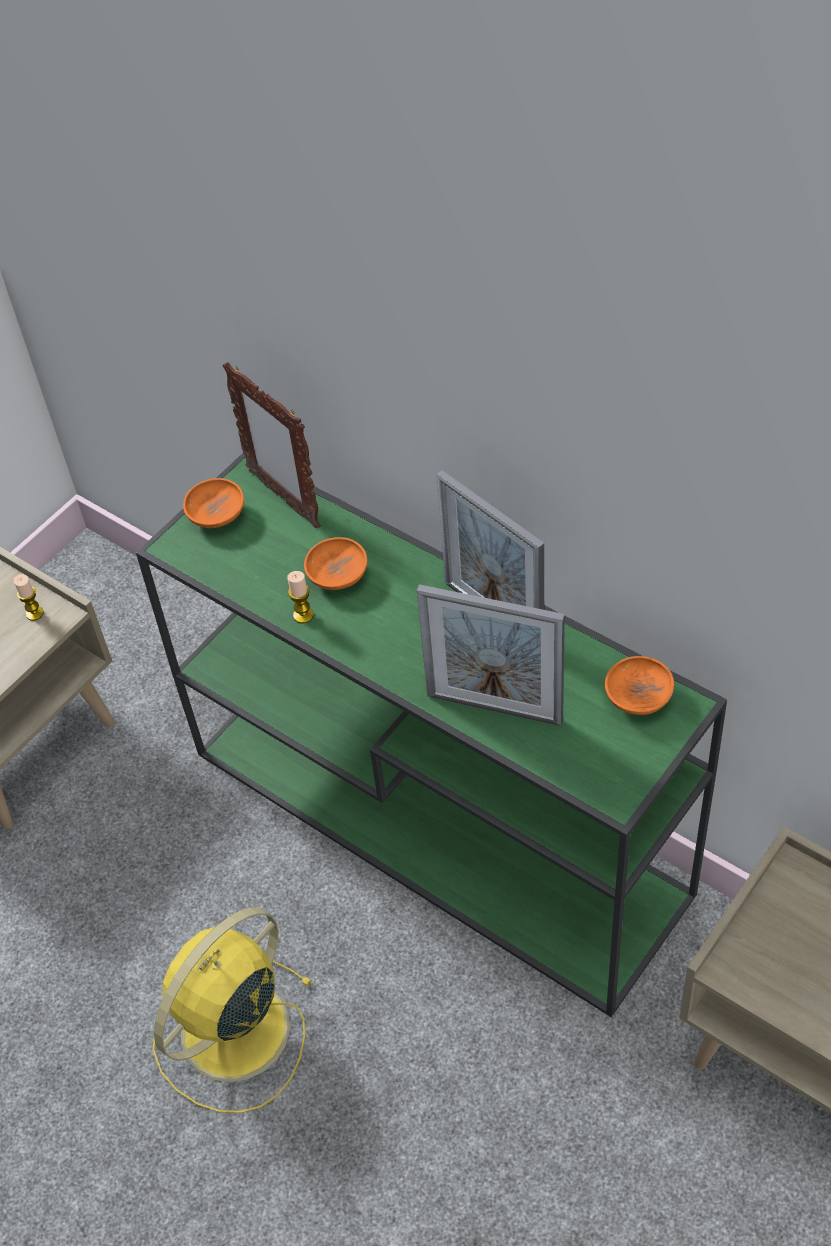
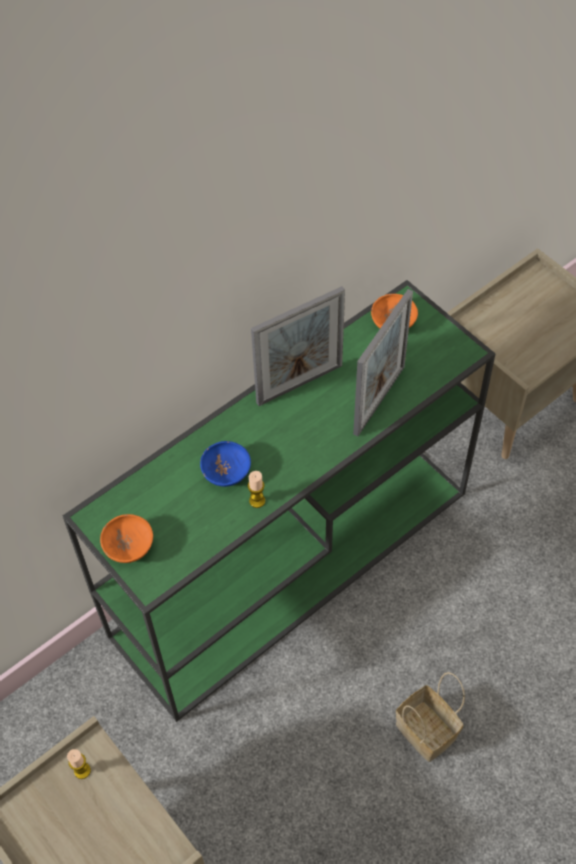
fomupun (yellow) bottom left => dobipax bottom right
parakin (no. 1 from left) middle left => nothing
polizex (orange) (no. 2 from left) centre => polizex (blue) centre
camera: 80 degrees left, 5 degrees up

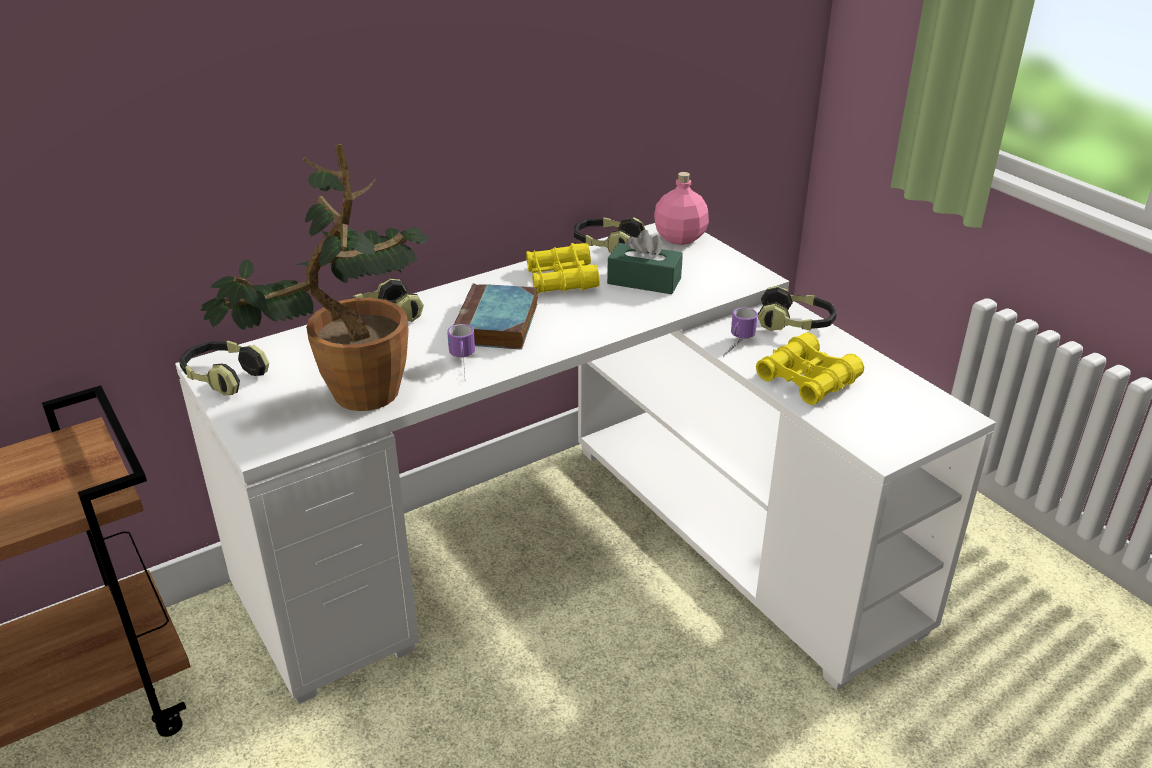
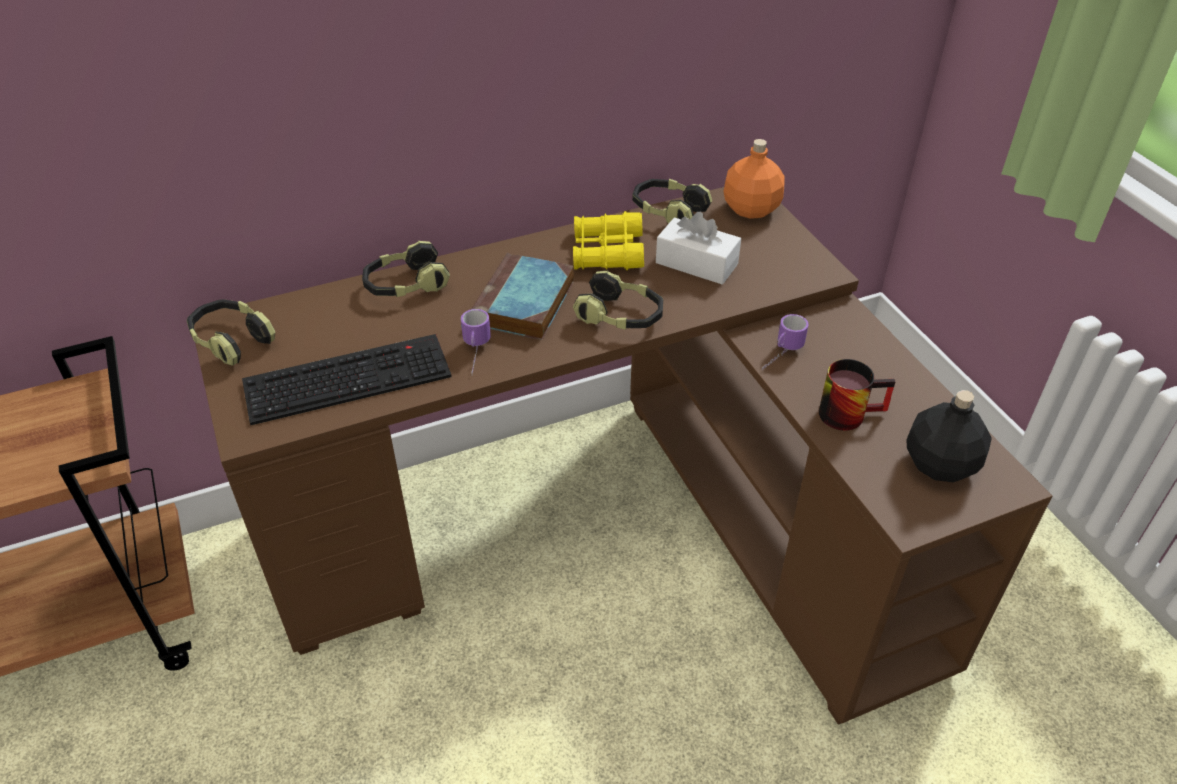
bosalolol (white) centre => bosalolol (brown) centre
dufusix middle left => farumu middle left
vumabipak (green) centre => vumabipak (white) top centre
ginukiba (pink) top centre => ginukiba (orange) top centre
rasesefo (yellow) (no. 2 from left) middle right => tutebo (no. 3 from left) middle right
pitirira (no. 4 from left in the first image) middle right => pitirira (no. 3 from left) centre, relocated
nothing => ginukiba (black) middle right
camera: 10 degrees right, 10 degrees up

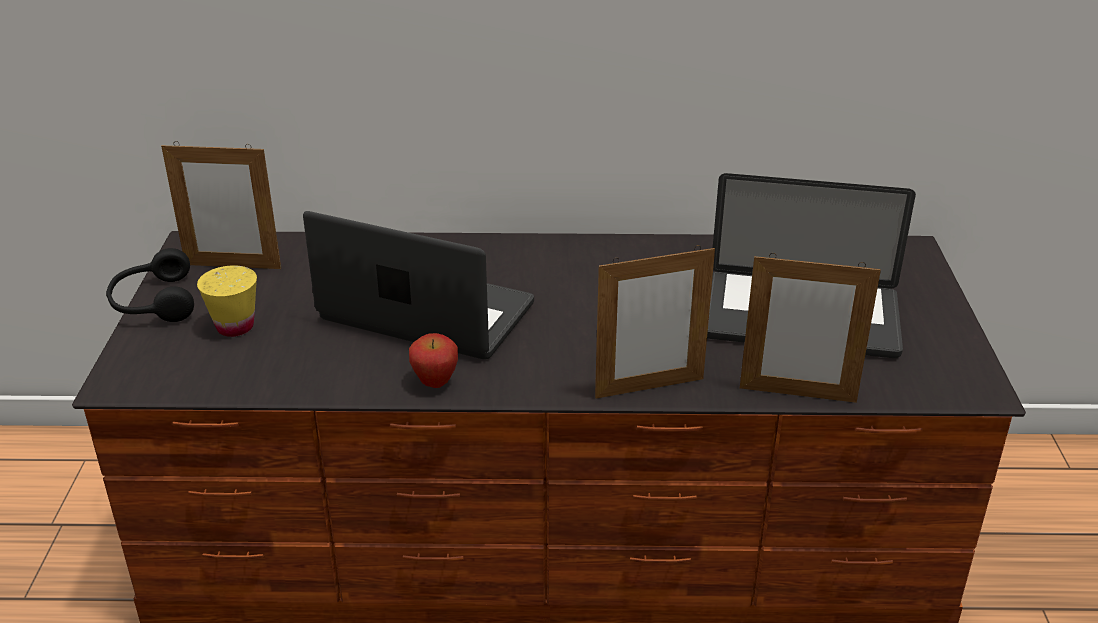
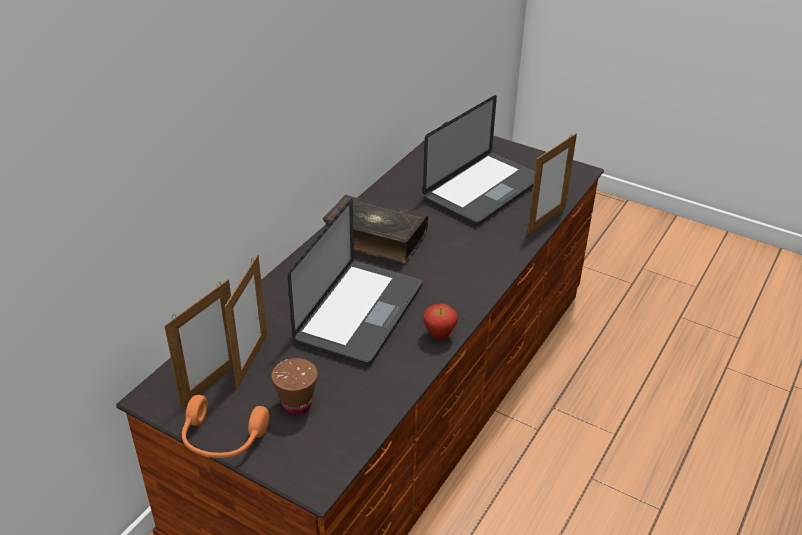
pitirira (black) middle left => pitirira (orange) bottom left
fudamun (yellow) middle left => fudamun (brown) bottom centre
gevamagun (no. 1 from left) centre, 150 degrees clockwise
parakin (no. 2 from left) centre => parakin (no. 2 from left) middle left, relocated
nothing => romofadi centre
camera: 60 degrees left, 5 degrees up

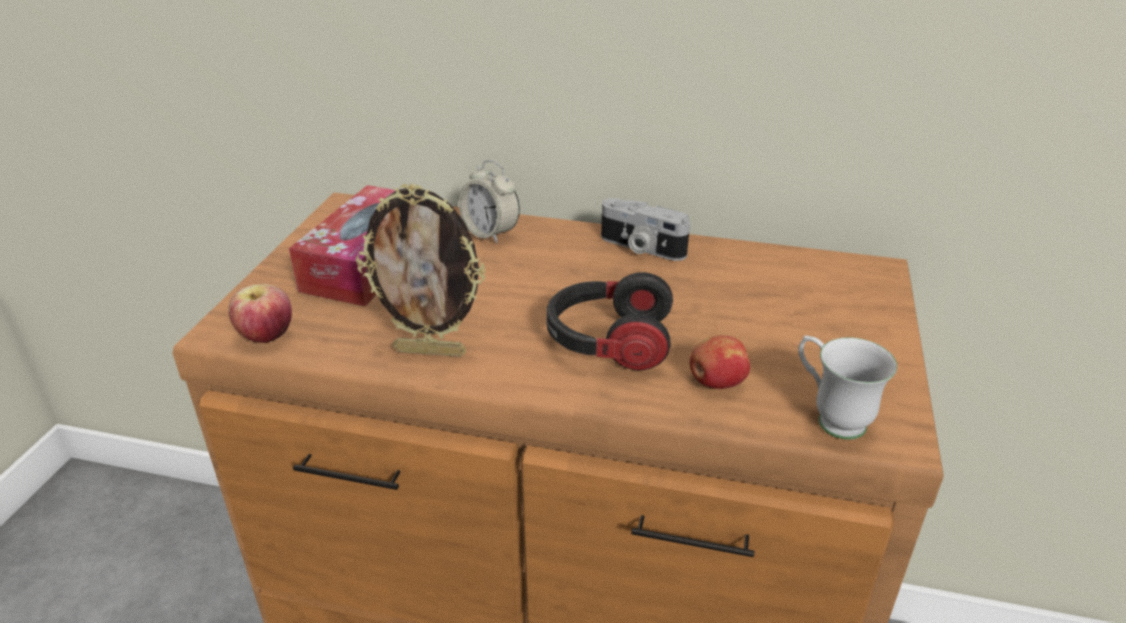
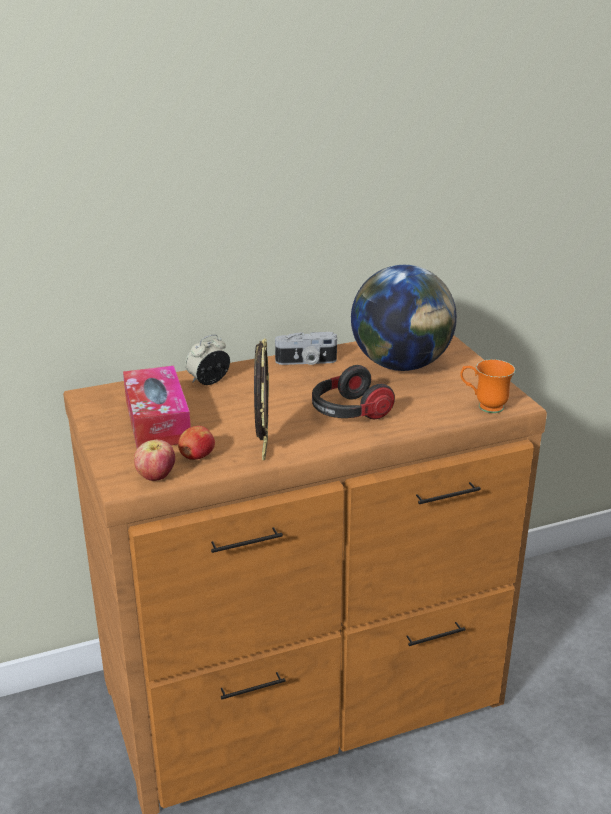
parakin centre, 60 degrees counterclockwise
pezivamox top centre => pezivamox centre, 135 degrees clockwise
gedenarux (no. 2 from left) centre => gedenarux (no. 2 from left) middle left, relocated
tutebo (white) middle right => tutebo (orange) middle right
nothing => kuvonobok centre
camera: 35 degrees left, 5 degrees down

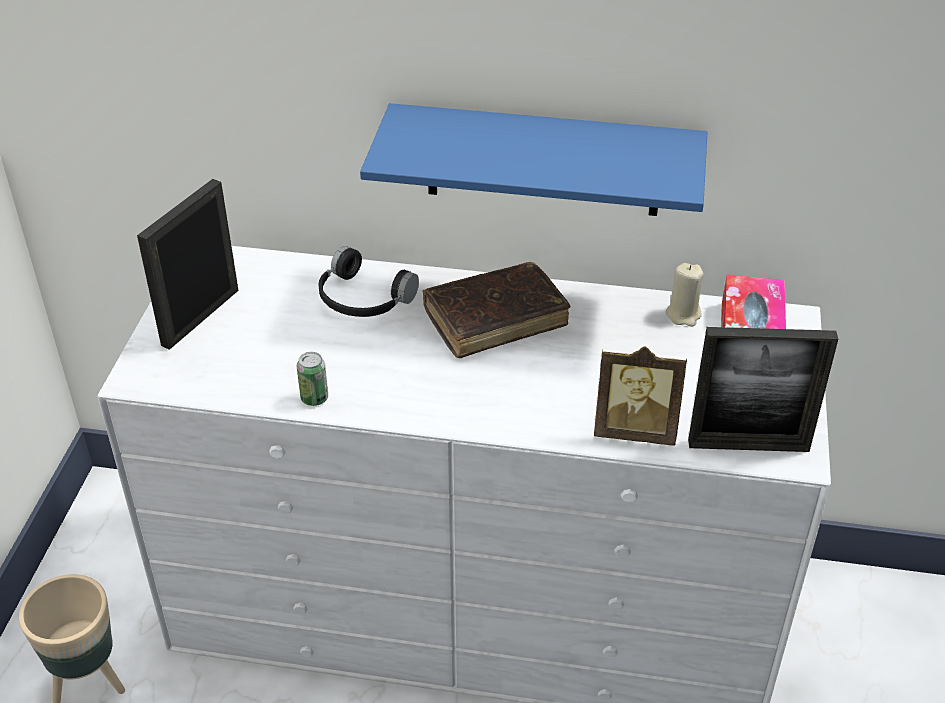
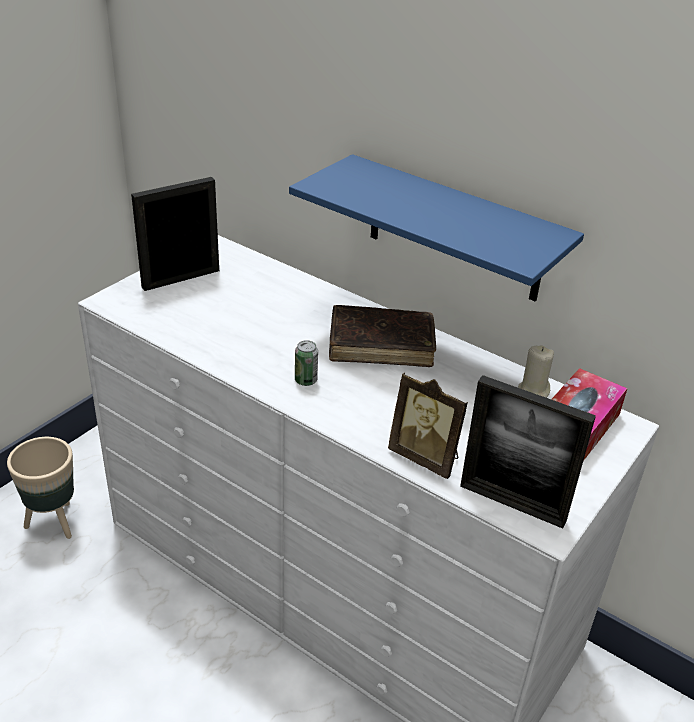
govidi middle left => govidi centre, relocated
pitirira (black) centre => nothing
camera: 25 degrees right, 5 degrees down

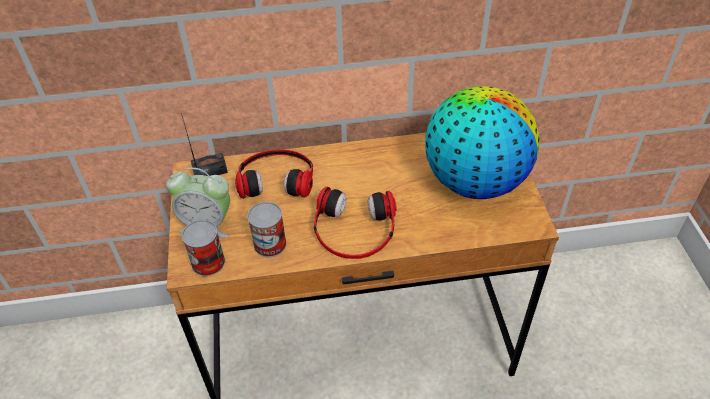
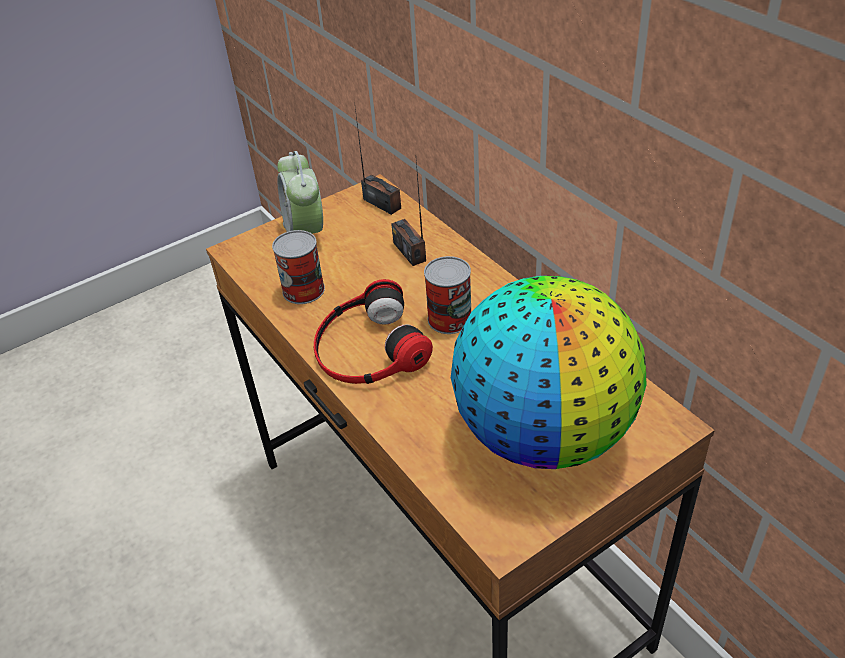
govidi (no. 1 from left in the first image) middle left => govidi (no. 2 from left) centre, relocated
pitirira (no. 1 from left) centre => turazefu (no. 2 from left) top centre
camera: 65 degrees right, 5 degrees down

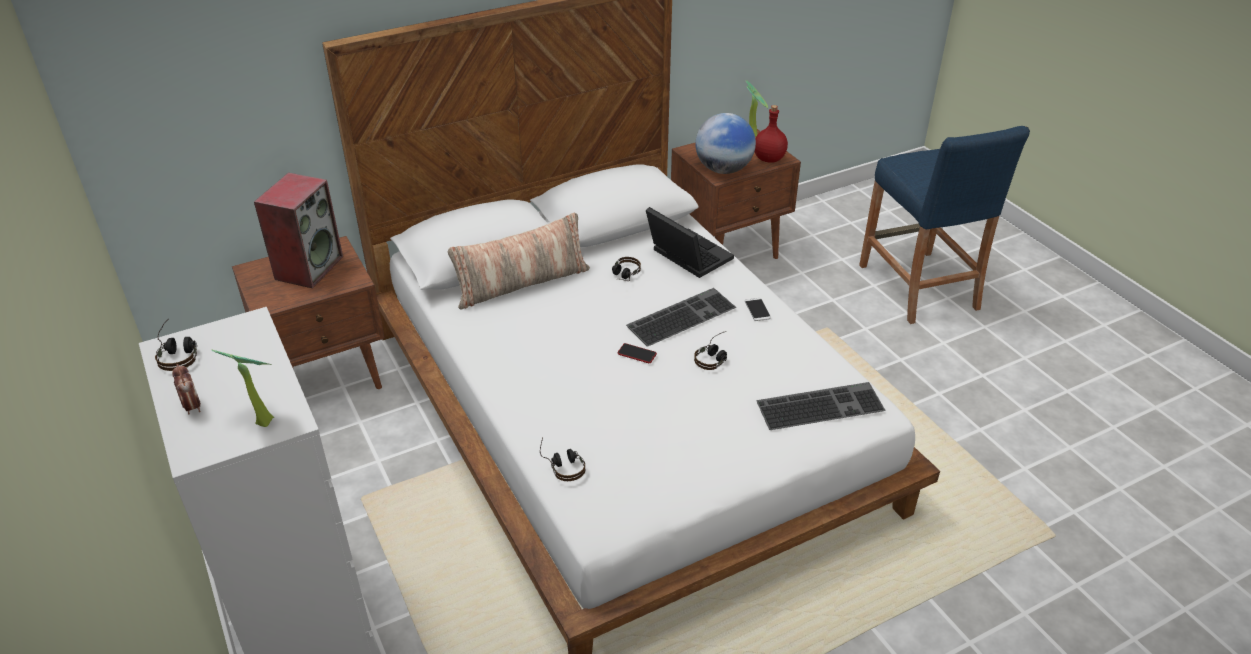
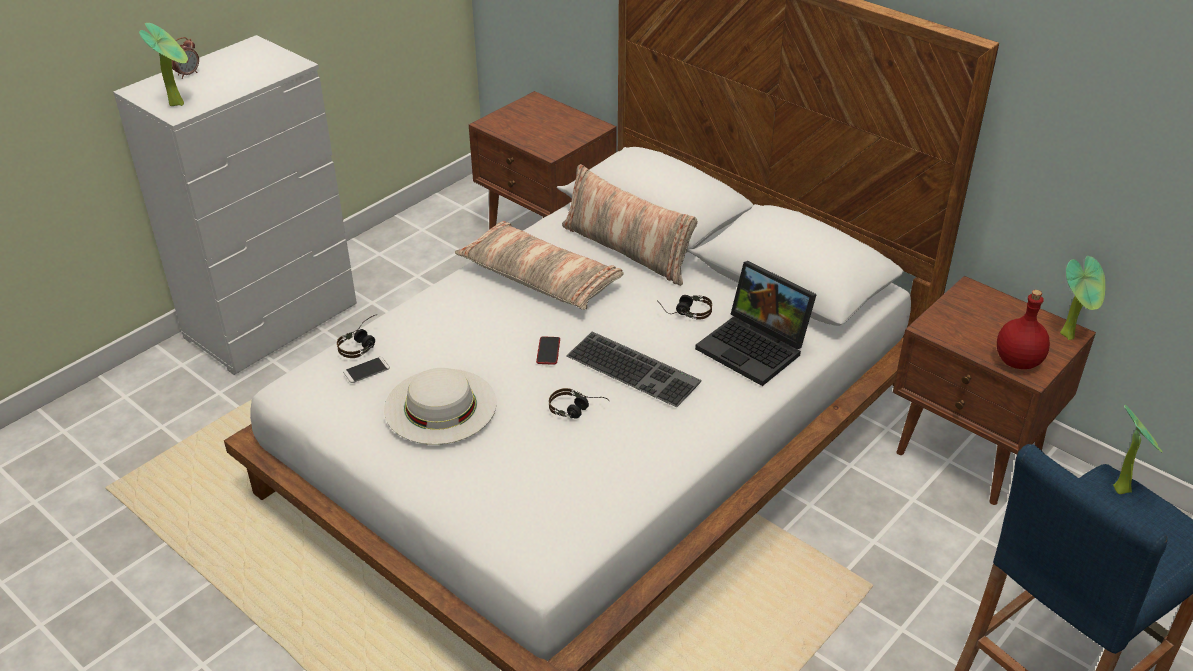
pitirira (no. 1 from left) middle left => nothing
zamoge middle left => nothing
gevamagun centre, 105 degrees clockwise
kuvonobok top centre => nothing
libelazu (no. 2 from left in the first image) centre => libelazu (no. 1 from left) middle left, relocated
farumu (no. 2 from left) centre => nothing
nothing => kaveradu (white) centre
nothing => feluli (no. 1 from left) centre
nothing => dufusix (no. 3 from left) bottom right
camera: 70 degrees right, 0 degrees up

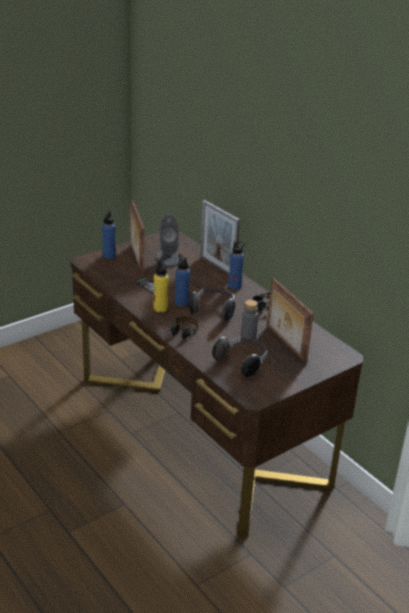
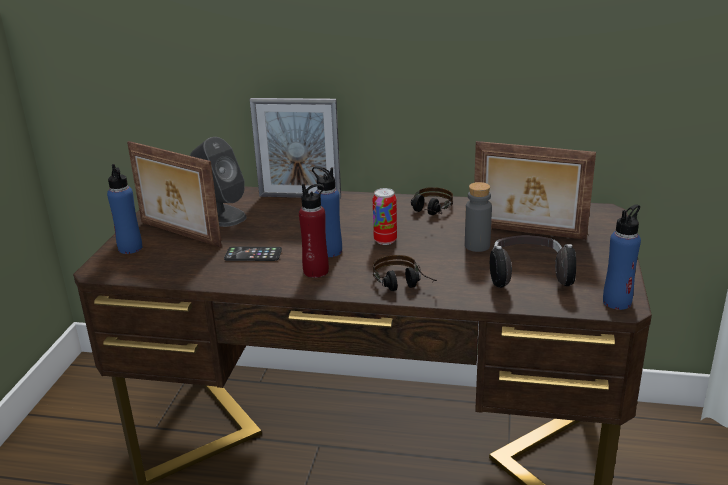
ginukiba (yellow) centre => ginukiba (red) centre
pitirira (no. 2 from left) centre => govidi centre
ginukiba (blue) (no. 3 from left) centre => ginukiba (blue) (no. 3 from left) middle right, relocated
camera: 40 degrees left, 5 degrees down

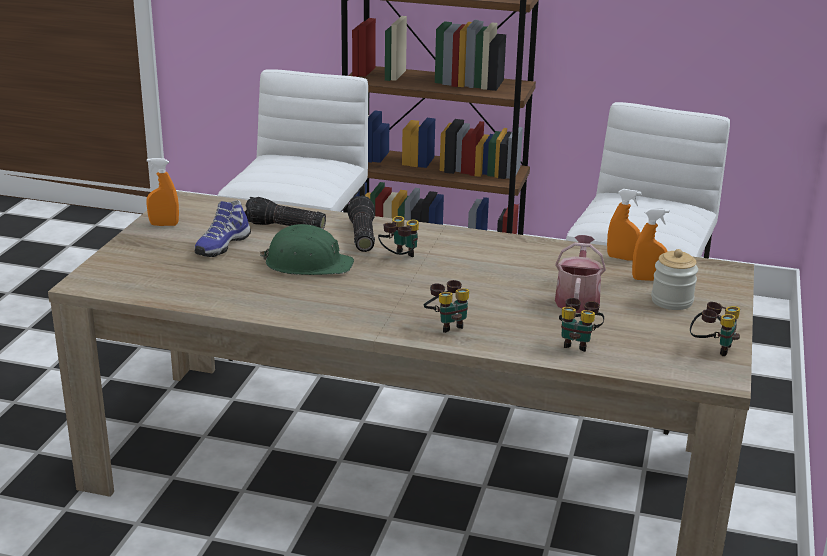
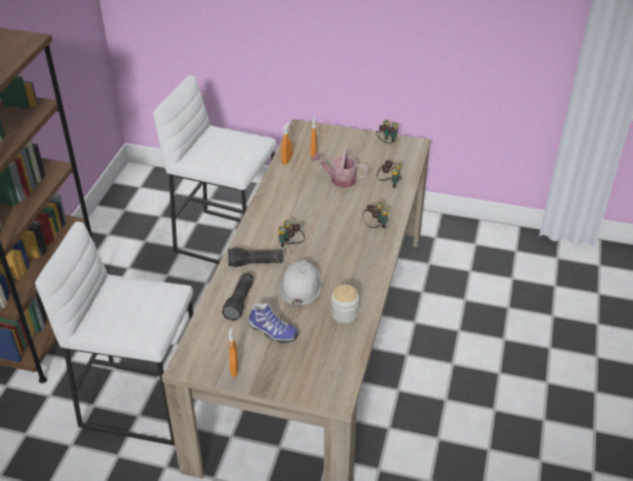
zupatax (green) centre => zupatax (white) centre
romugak middle right => romugak centre, relocated
camera: 90 degrees left, 15 degrees up

